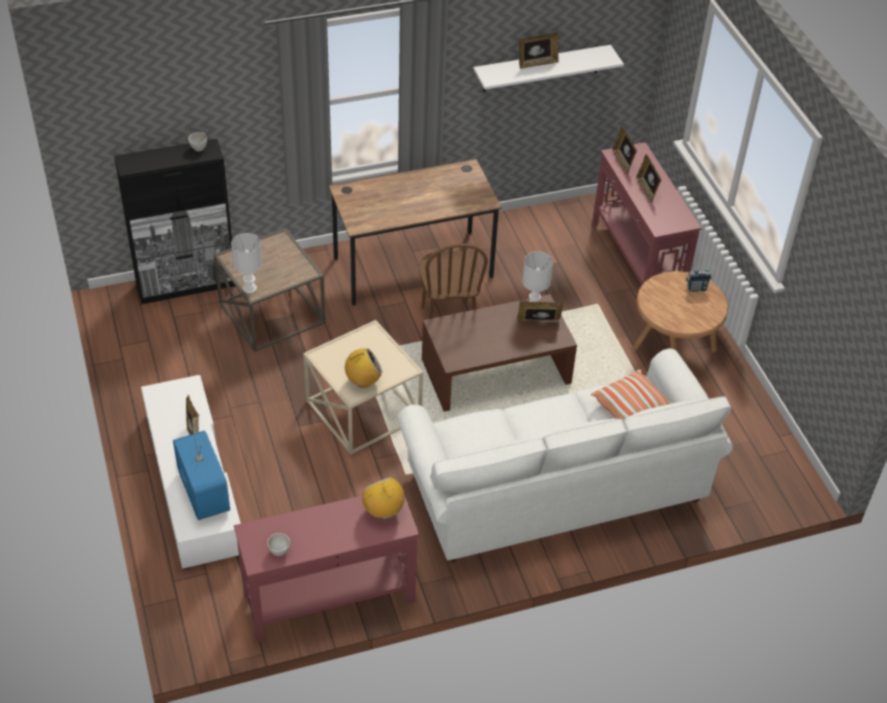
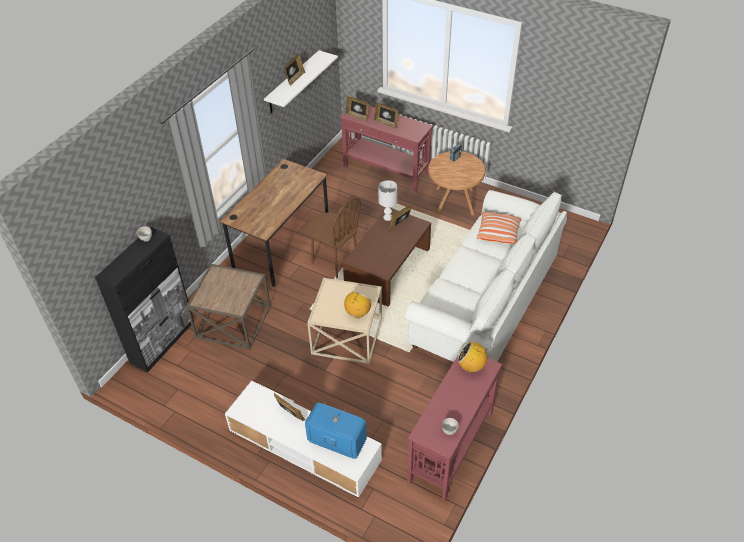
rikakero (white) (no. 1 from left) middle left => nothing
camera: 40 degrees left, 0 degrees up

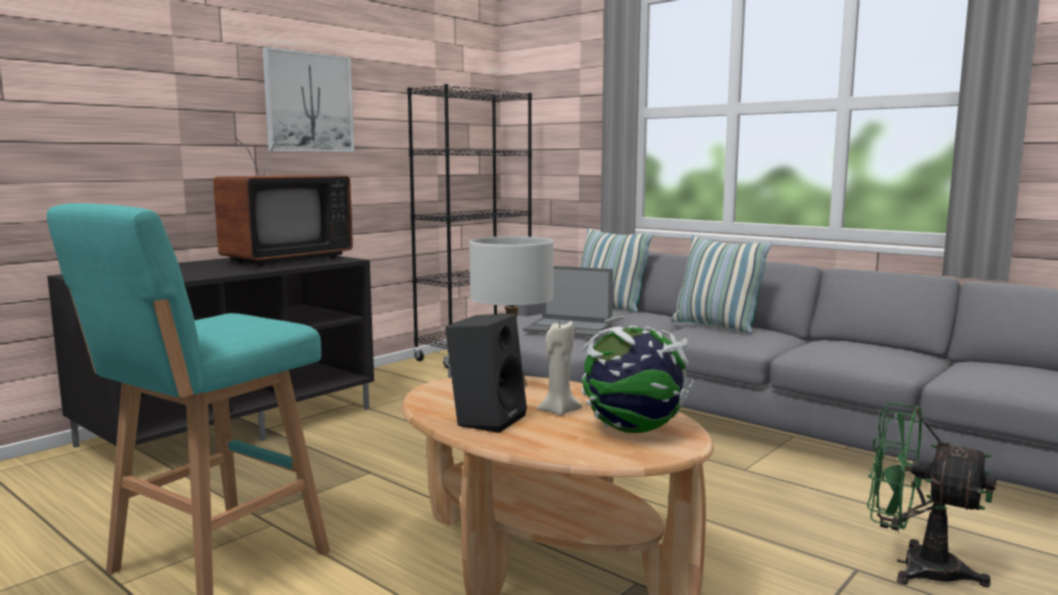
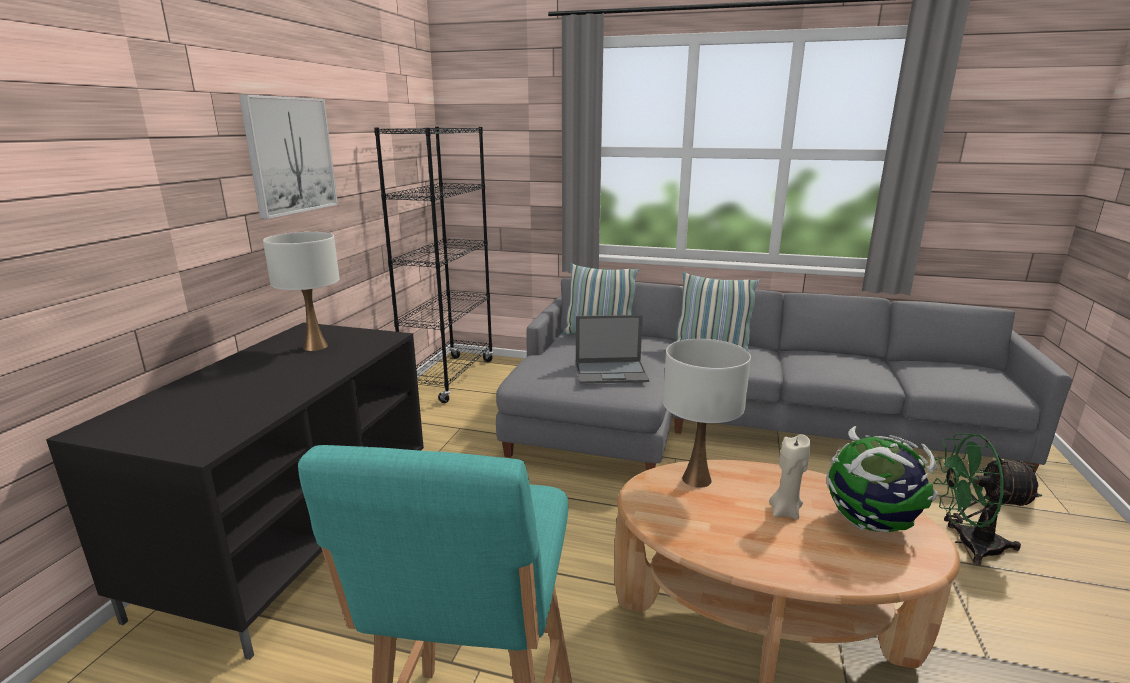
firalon middle left => rikakero (white) (no. 1 from left) middle left
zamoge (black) centre => nothing
camera: 25 degrees left, 10 degrees up

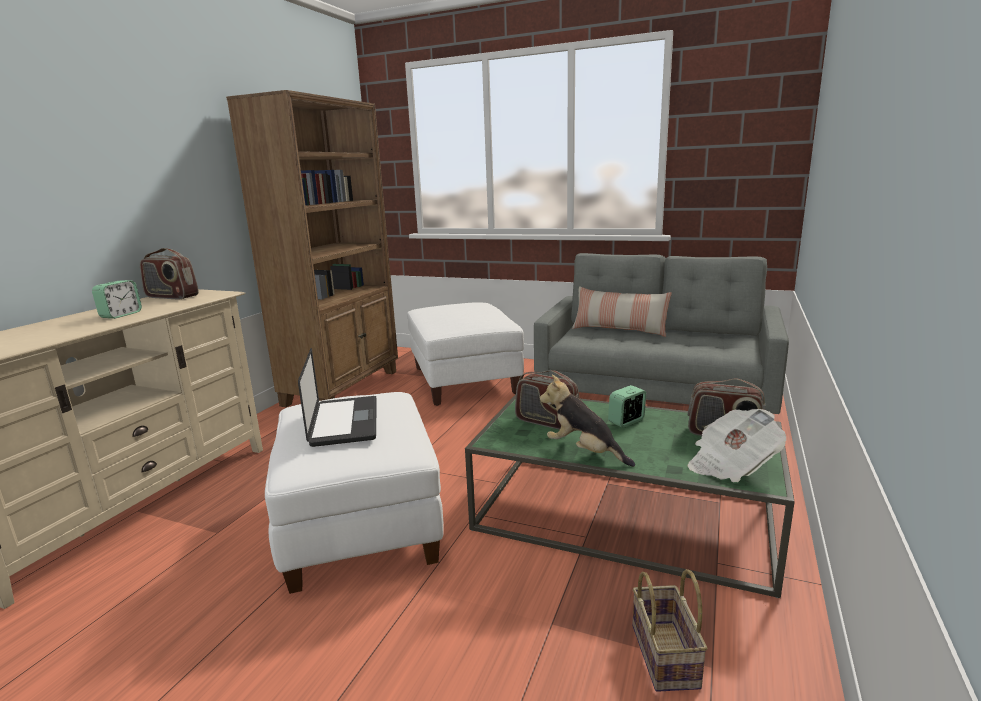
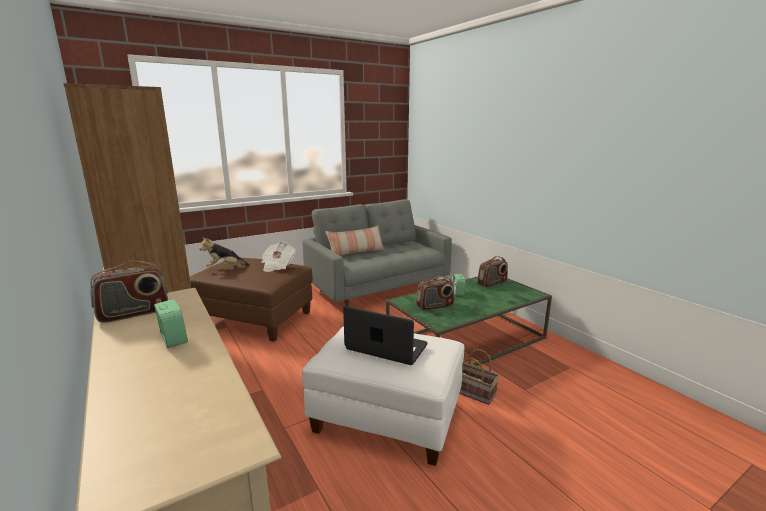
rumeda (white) (no. 2 from left) centre => rumeda (brown) middle left
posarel centre => posarel middle left, relocated
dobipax bottom right => dobipax bottom centre, relocated
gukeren middle right => gukeren centre, relocated
camera: 55 degrees left, 0 degrees up

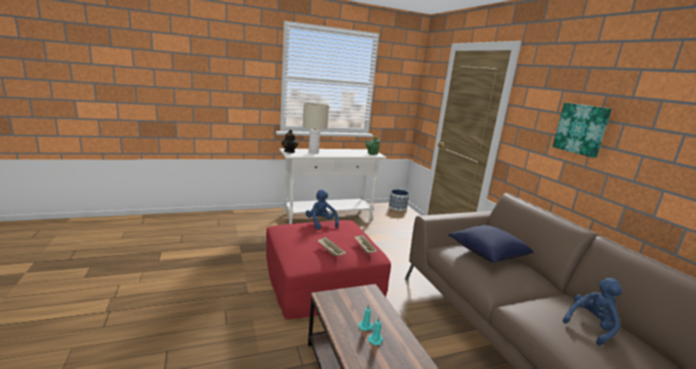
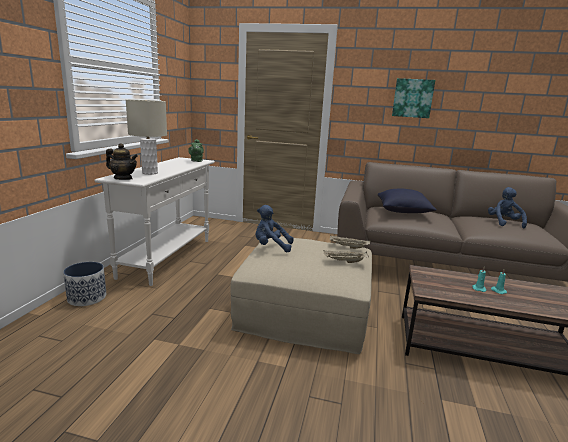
rumeda (red) bottom centre => rumeda (beige) bottom centre
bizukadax centre => bizukadax middle left, relocated
camera: 55 degrees left, 0 degrees up

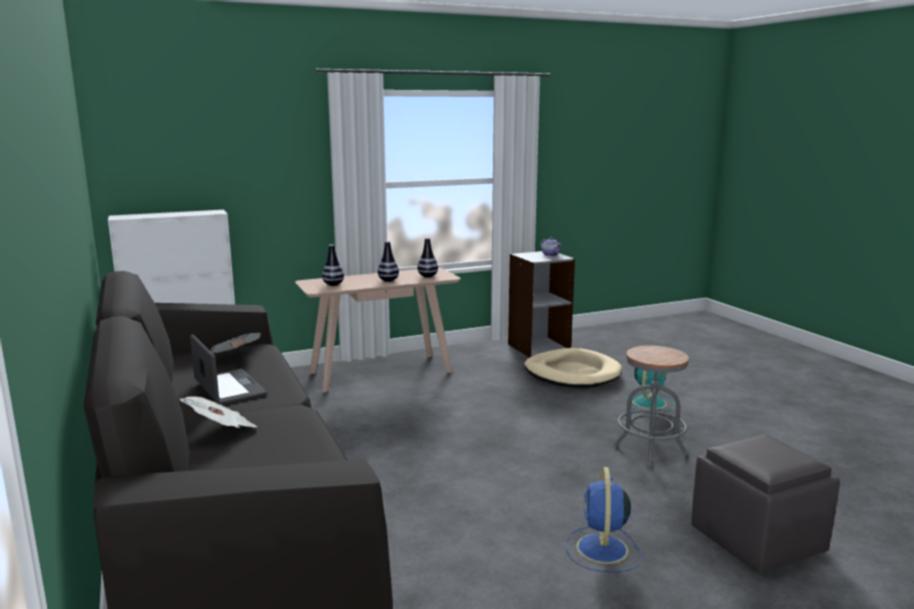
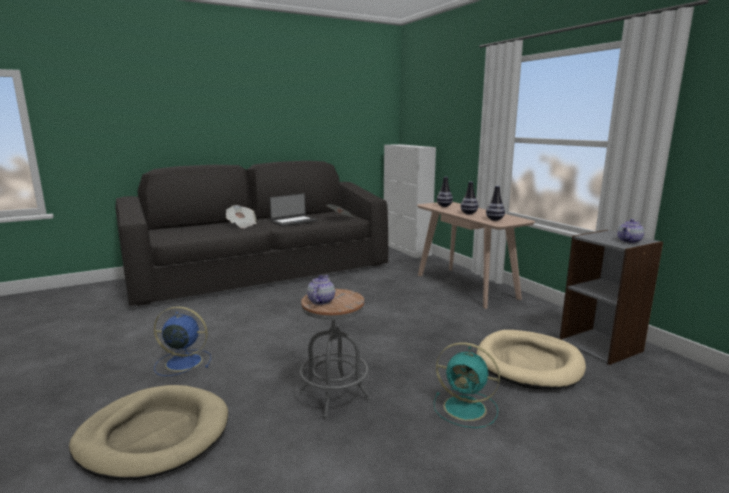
rumeda (grey) bottom right => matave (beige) (no. 1 from left) bottom left
nothing => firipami (no. 1 from left) centre
camera: 85 degrees right, 0 degrees up

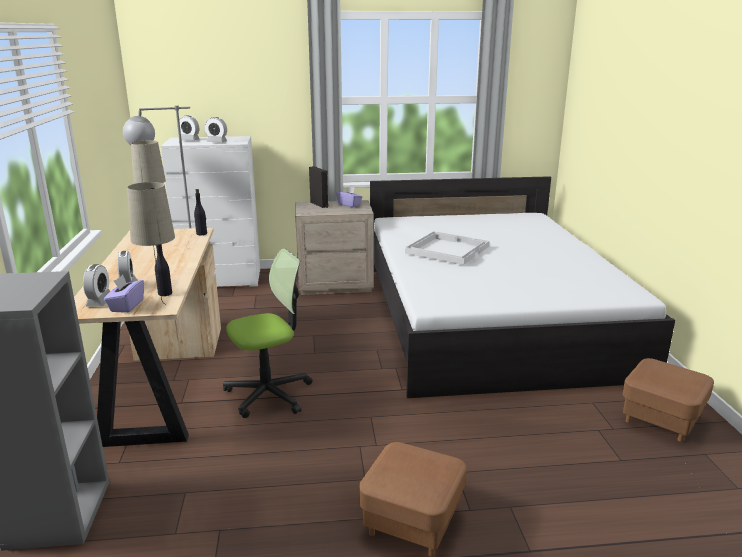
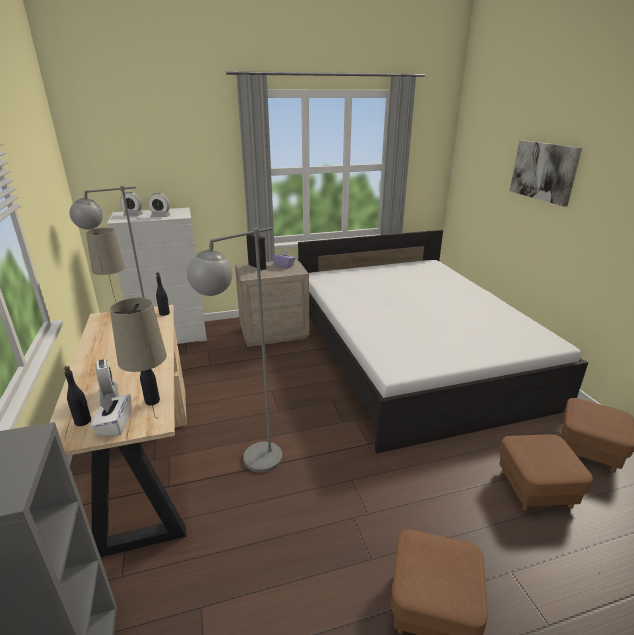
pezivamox (no. 1 from left) middle left => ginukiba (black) (no. 1 from left) middle left
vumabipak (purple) (no. 1 from left) middle left => vumabipak (white) middle left
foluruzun centre => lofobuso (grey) (no. 2 from left) centre
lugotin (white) centre => nothing
nothing => rumeda (brown) (no. 2 from left) bottom right
nothing => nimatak top right
camera: 10 degrees left, 5 degrees up

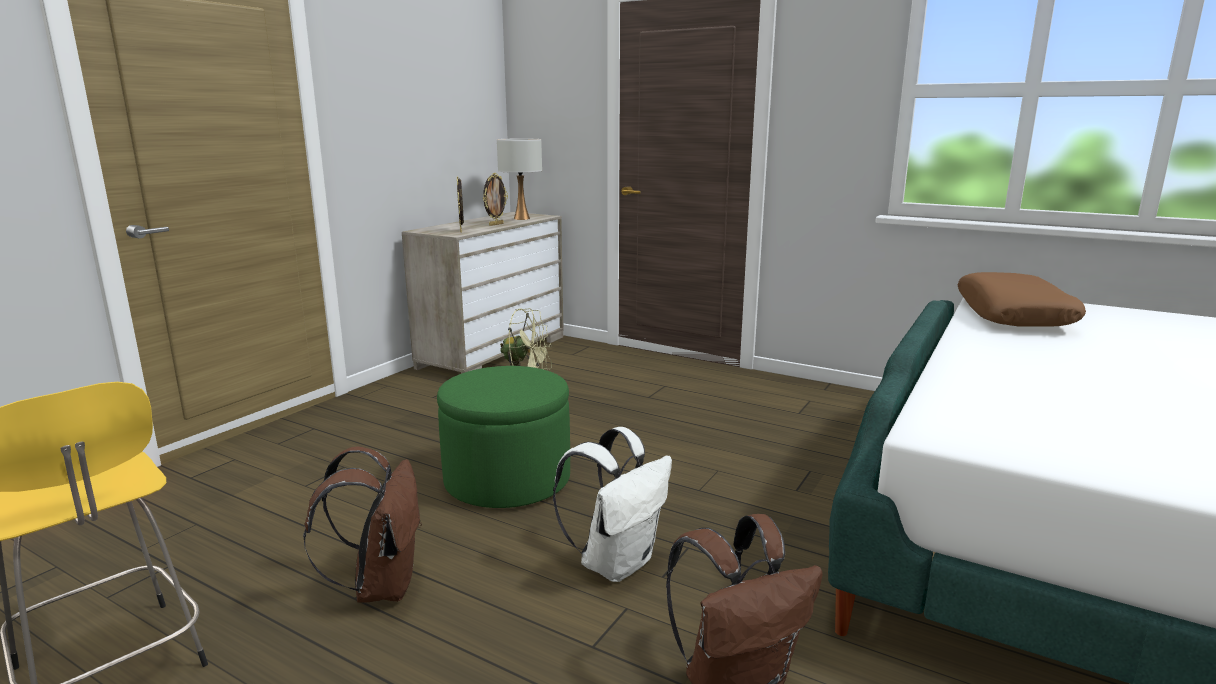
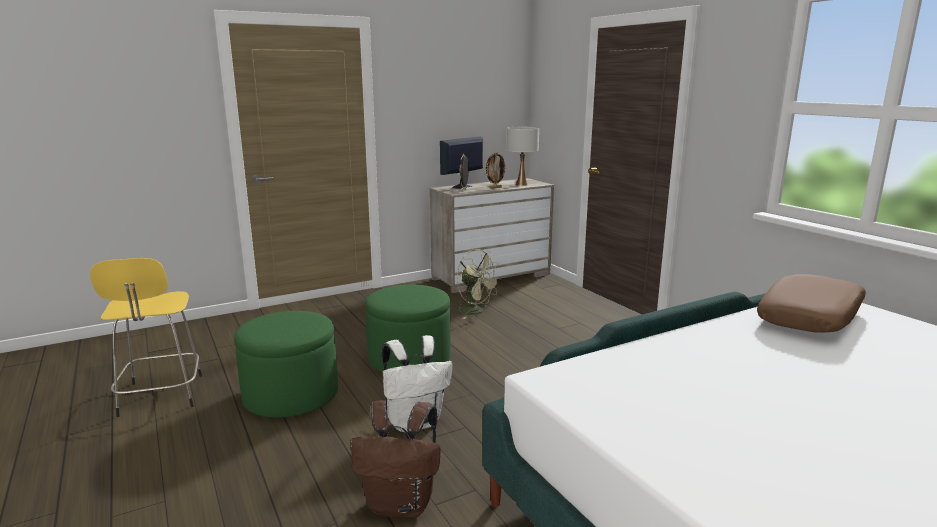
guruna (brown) (no. 1 from left) bottom left => rumeda (green) (no. 1 from left) bottom left
nothing => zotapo top centre
camera: 30 degrees right, 0 degrees up

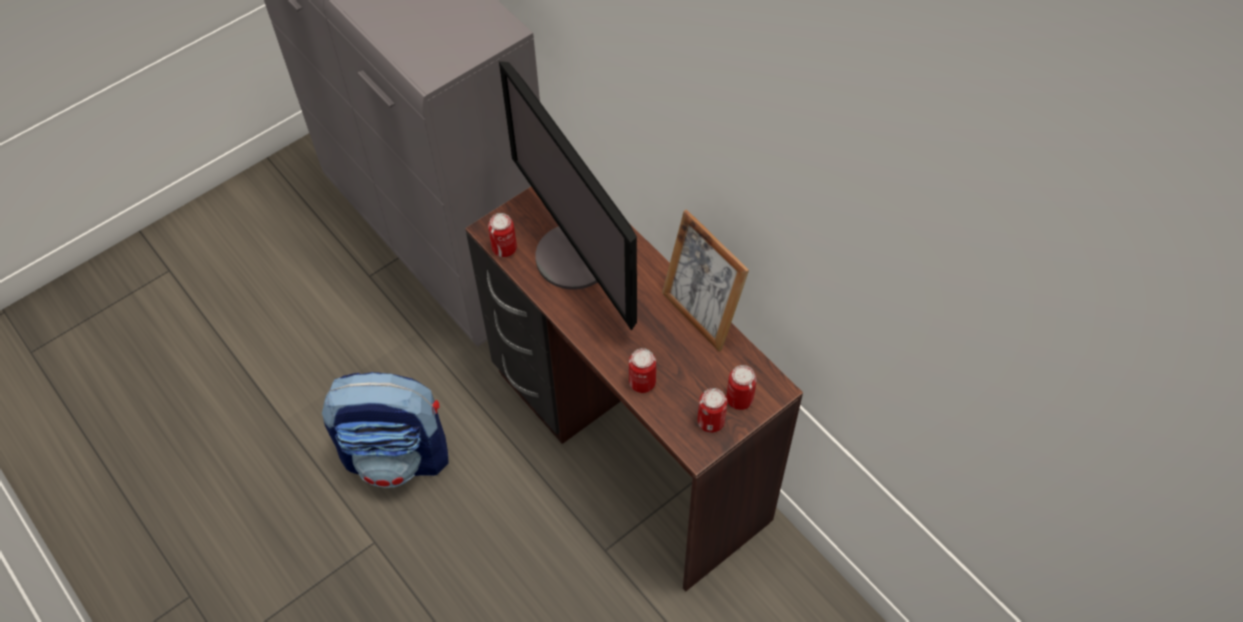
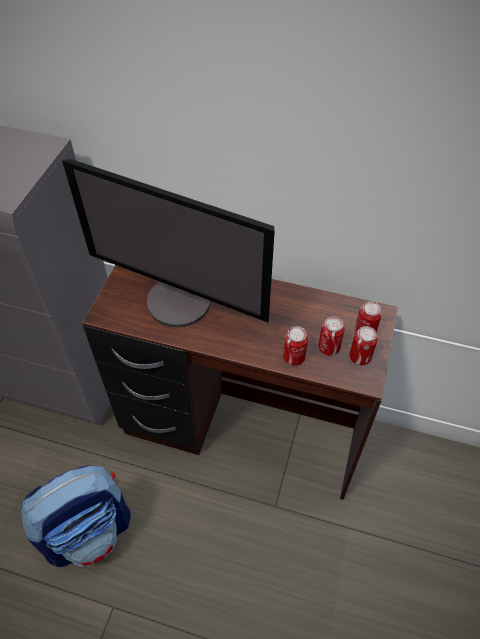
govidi (no. 1 from left in the first image) centre => govidi (no. 2 from left) middle right, relocated
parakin centre => nothing
camera: 35 degrees left, 5 degrees down

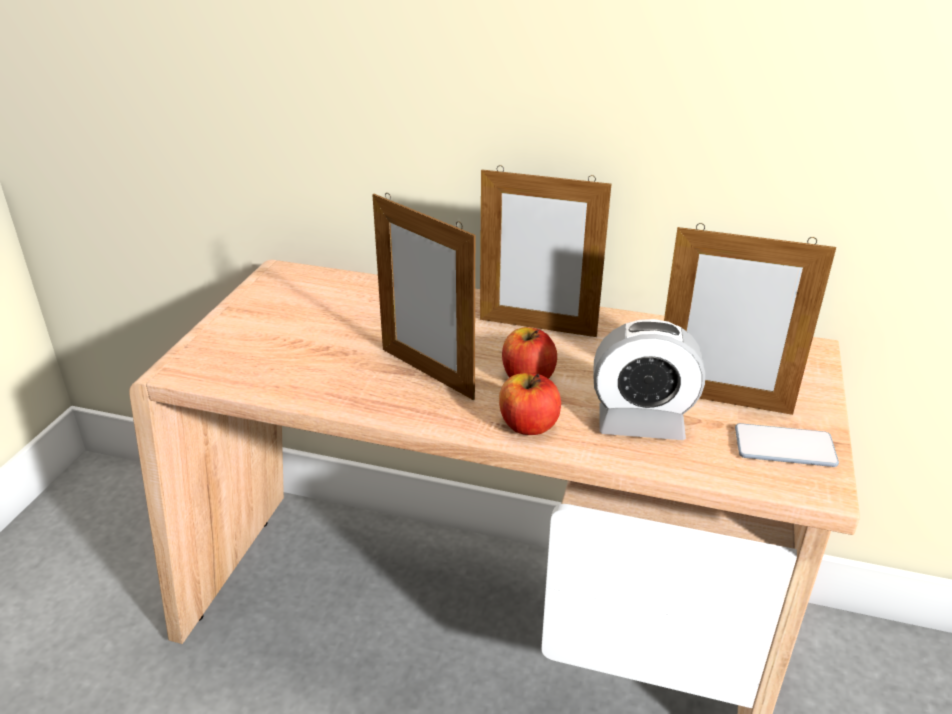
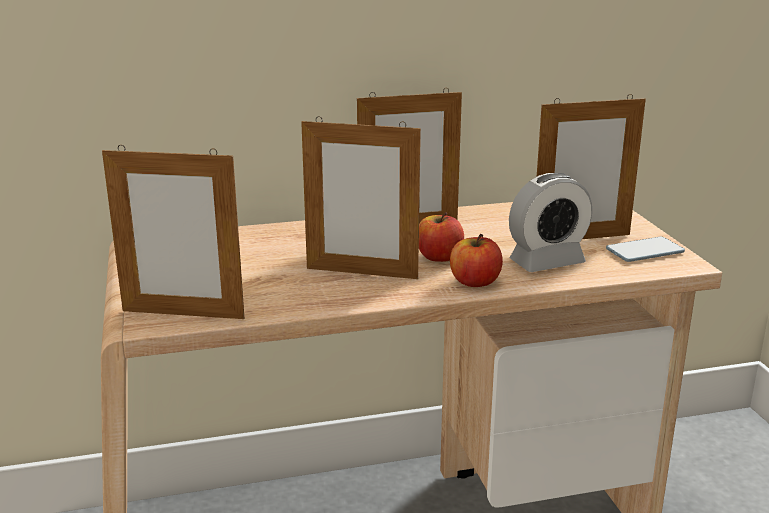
nothing => parakin (no. 1 from left) middle left
camera: 30 degrees left, 10 degrees down

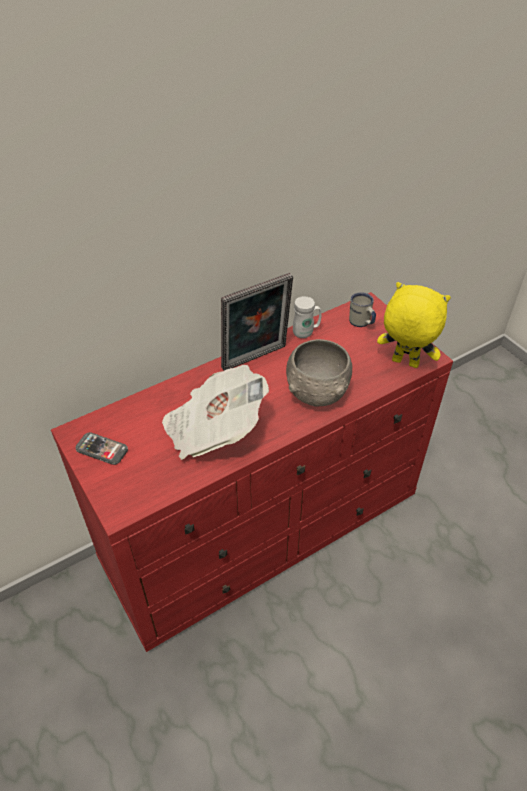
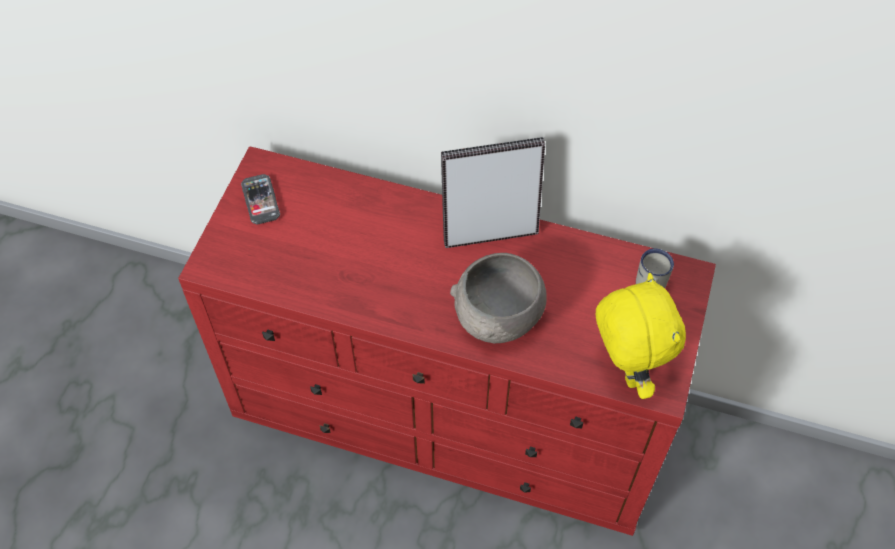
gukeren centre => nothing
parakin centre, 150 degrees clockwise
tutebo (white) (no. 1 from left) centre => nothing
camera: 50 degrees right, 10 degrees up

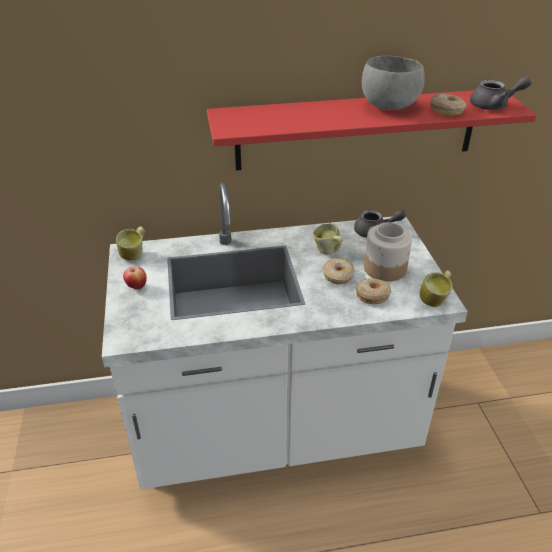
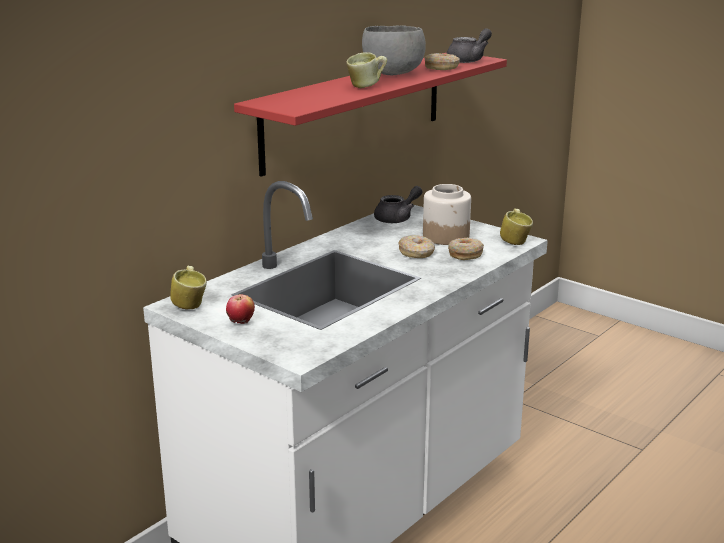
tutebo (no. 2 from left) centre => tutebo (no. 2 from left) top centre, relocated
camera: 40 degrees left, 15 degrees down

